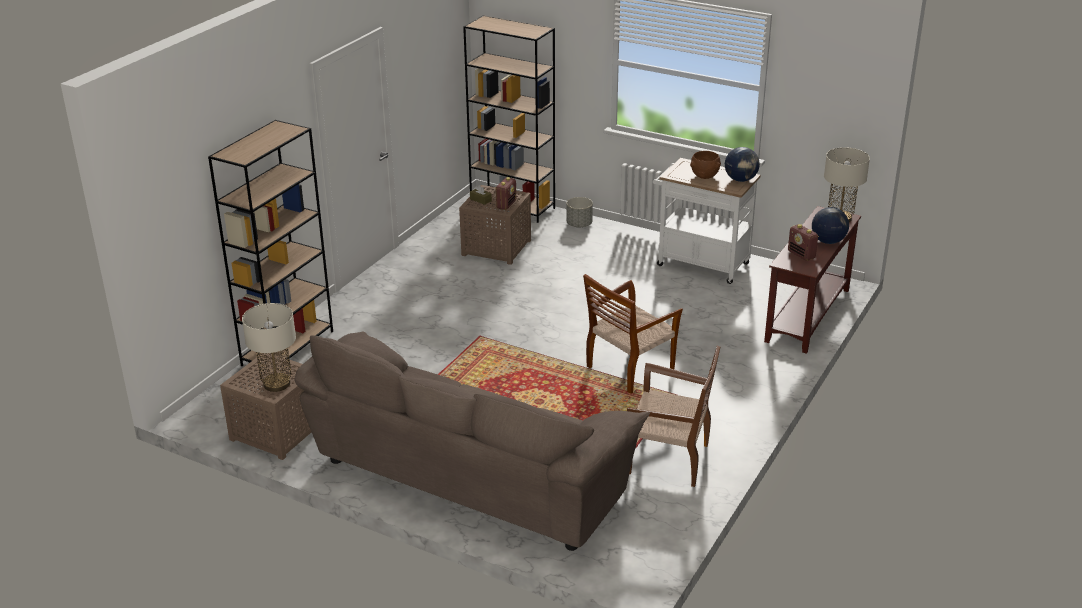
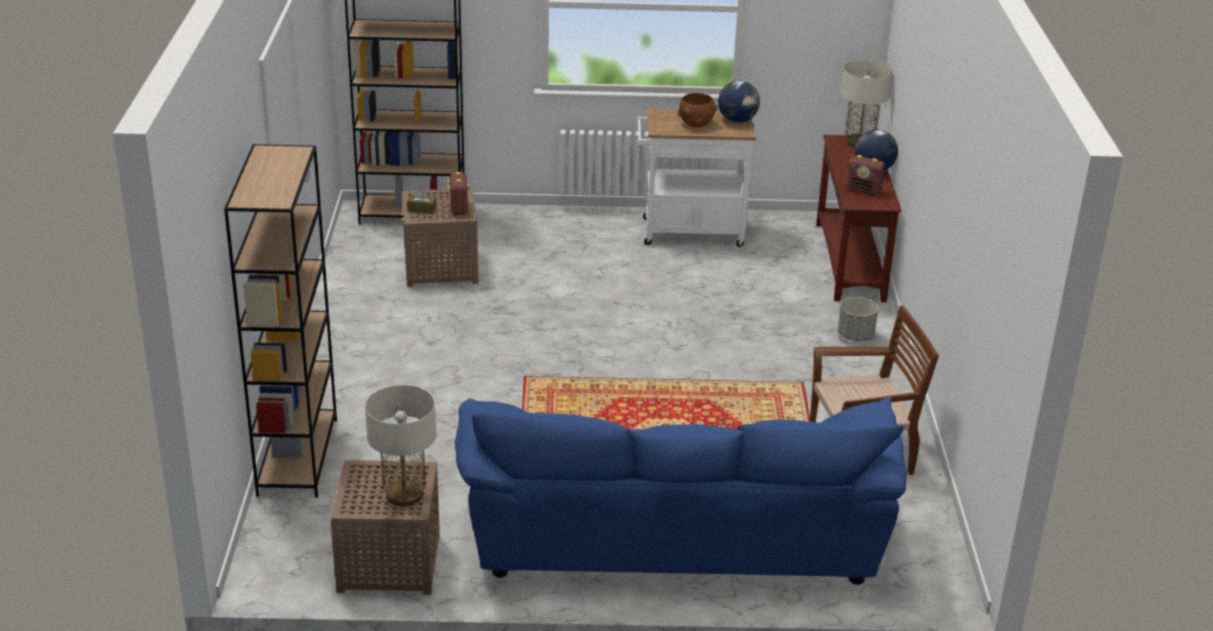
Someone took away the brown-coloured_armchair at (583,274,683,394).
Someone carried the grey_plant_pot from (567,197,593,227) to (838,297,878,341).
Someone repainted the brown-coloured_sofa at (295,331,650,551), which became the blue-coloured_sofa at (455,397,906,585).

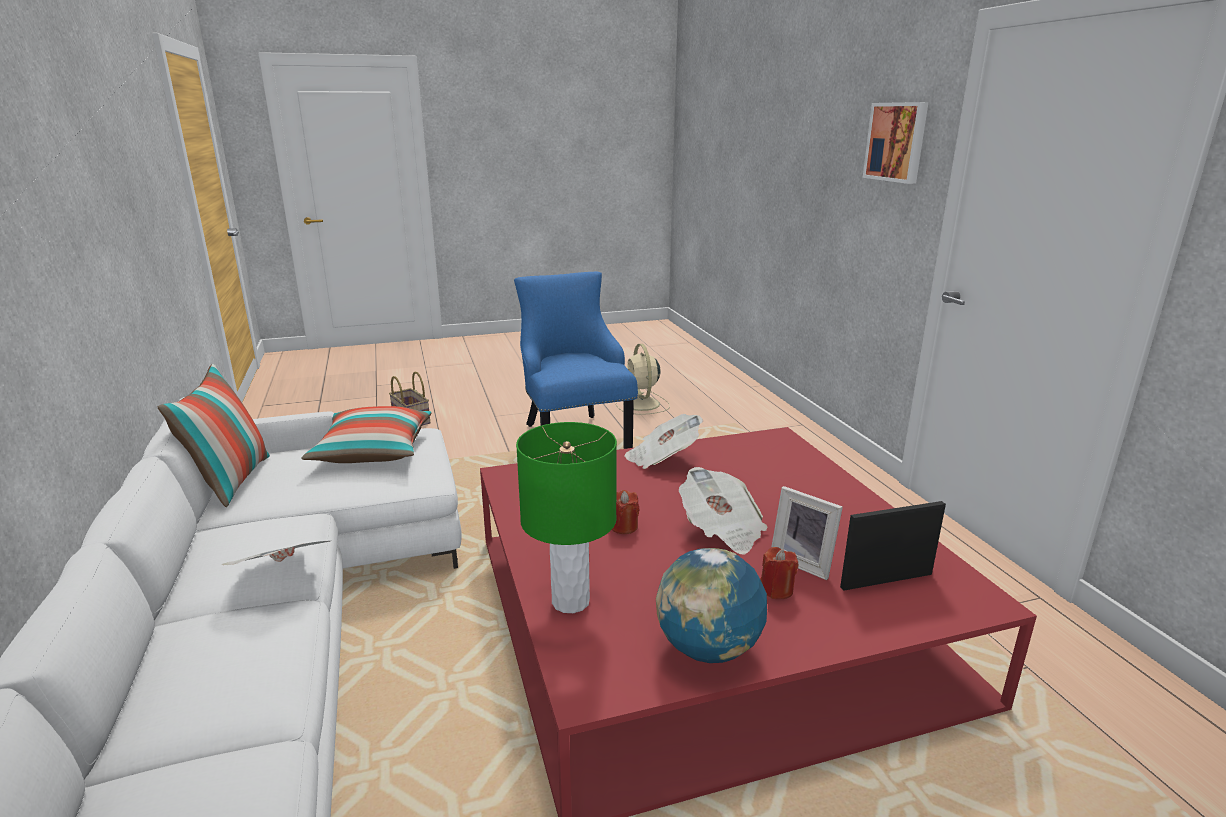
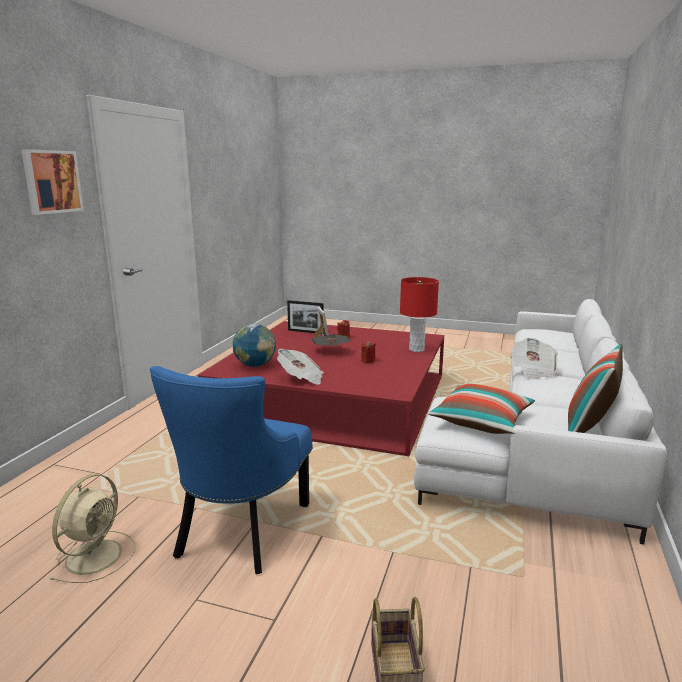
Someone carried the globe from (656,548,767,663) to (233,324,276,367).
Someone repainted the green-coloured_table_lamp at (516,422,617,613), which became the reddish_table_lamp at (400,277,439,352).

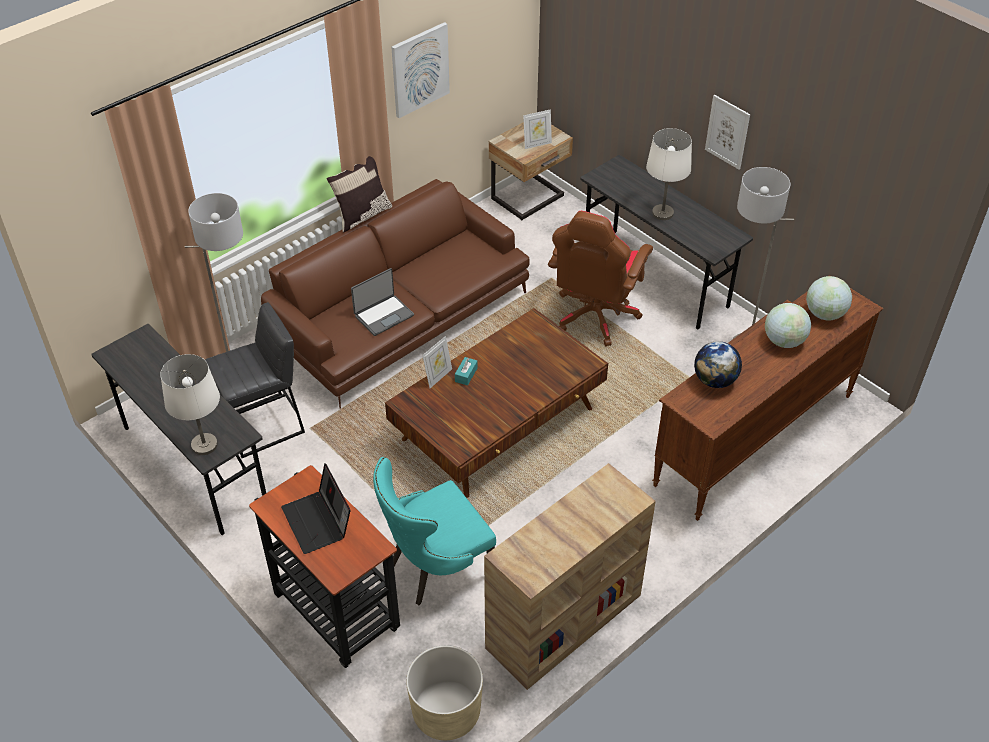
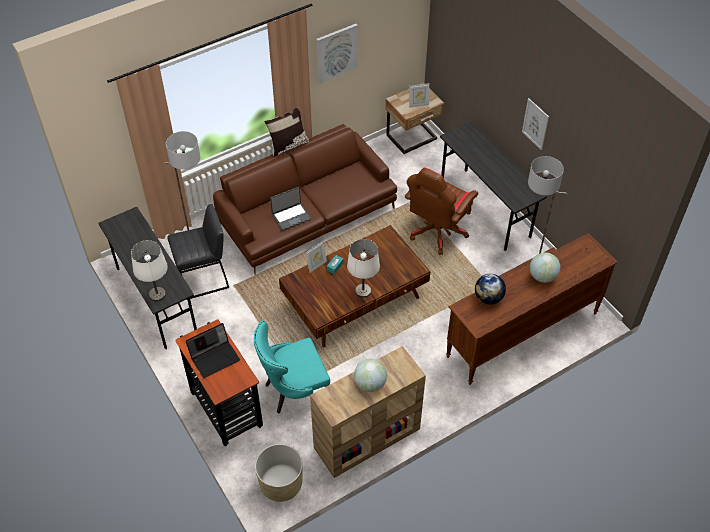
Someone carried the white-coloured_table_lamp from (646,128,692,220) to (347,239,380,298).
Someone carried the globe from (806,276,852,320) to (354,359,387,392).
Someone rotated the notebook_computer at (281,463,351,554) by 105 degrees counterclockwise.

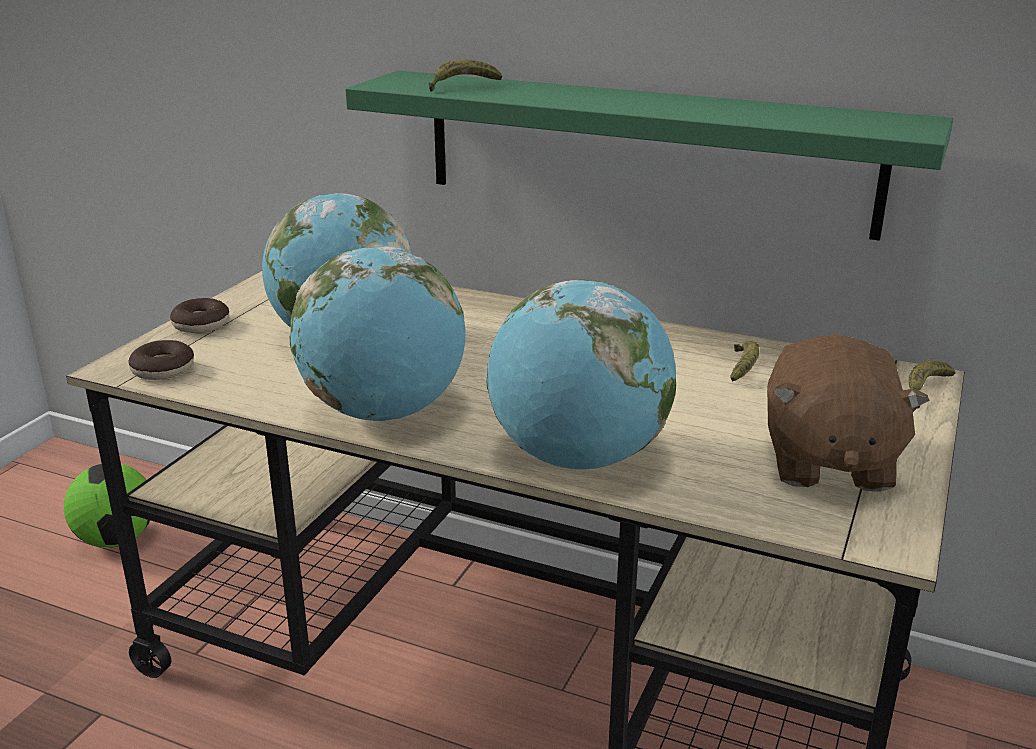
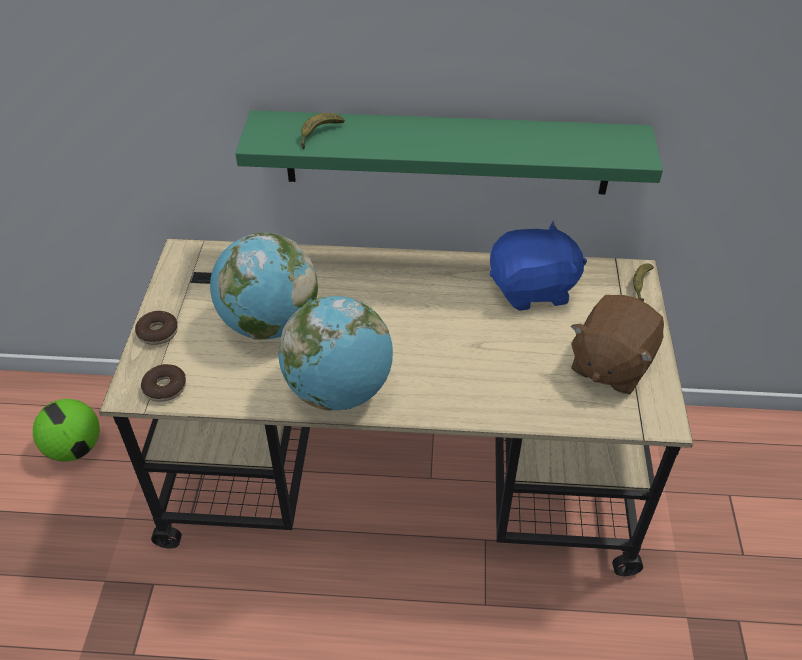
Someone took away the globe at (487,280,676,469).
Someone swapped the banana_fruit at (730,341,759,382) for the blue-coloured_cuddly_toy at (490,221,587,311).
Someone rotated the brown-coloured_cuddly_toy at (767,335,930,492) by 45 degrees clockwise.

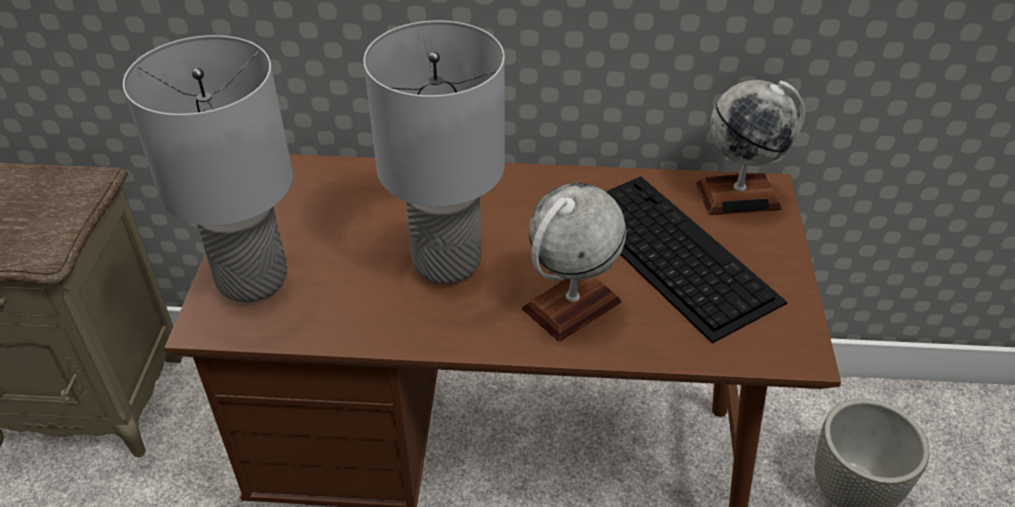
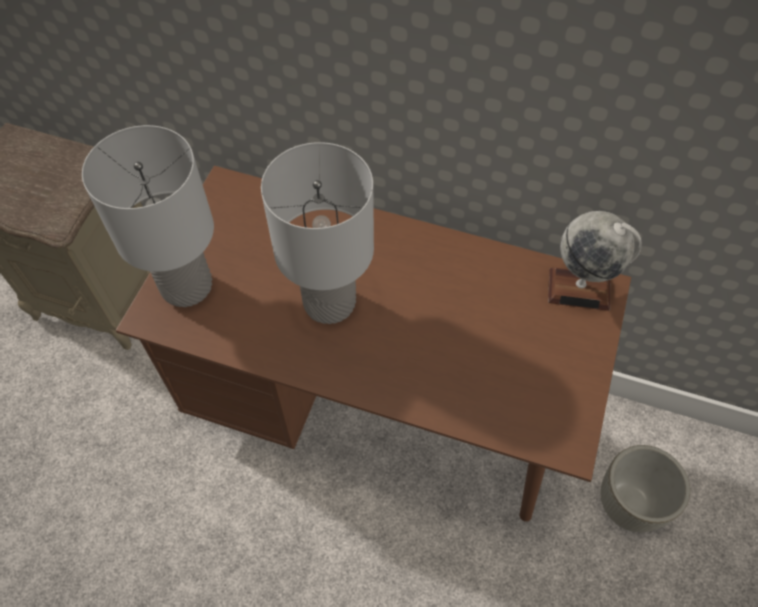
Someone took away the globe at (522,183,626,341).
Someone took away the PC_keyboard at (605,176,787,344).

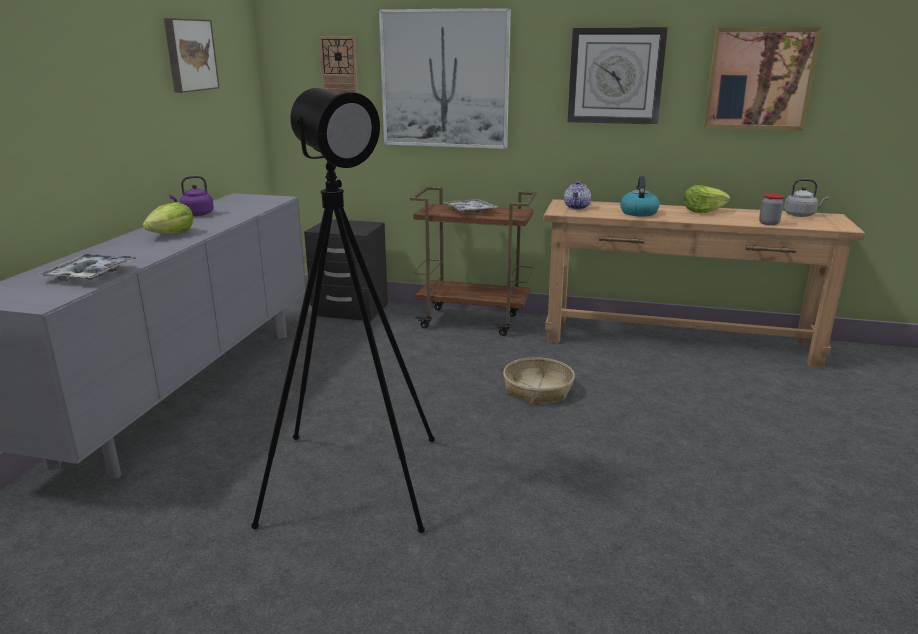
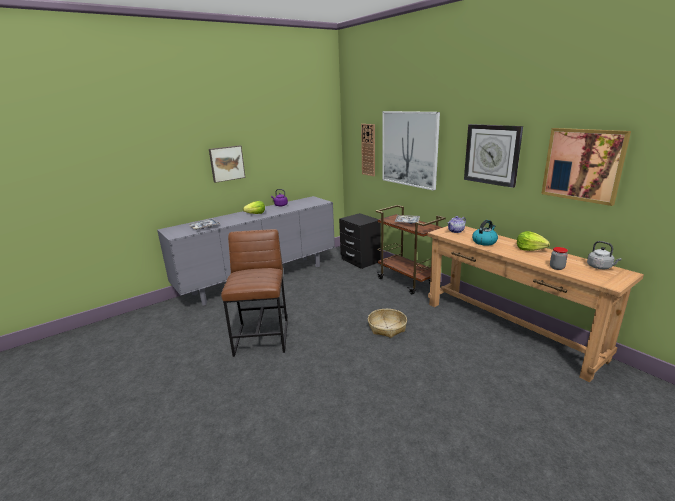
Someone carried the wall_art from (164,18,220,93) to (209,145,246,183).
Someone swapped the black-coloured_floor_lamp at (251,88,435,533) for the brown-coloured_upright_chair at (221,229,288,357).

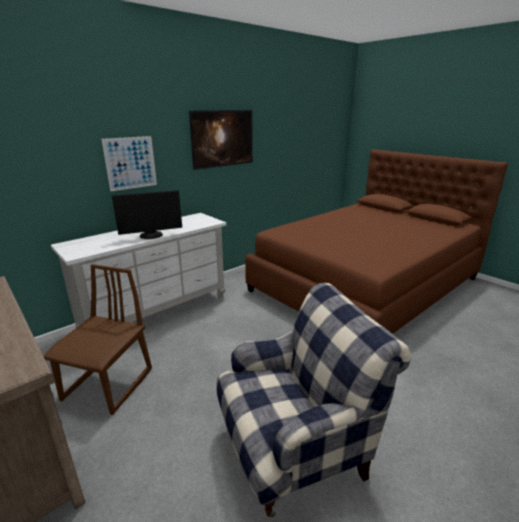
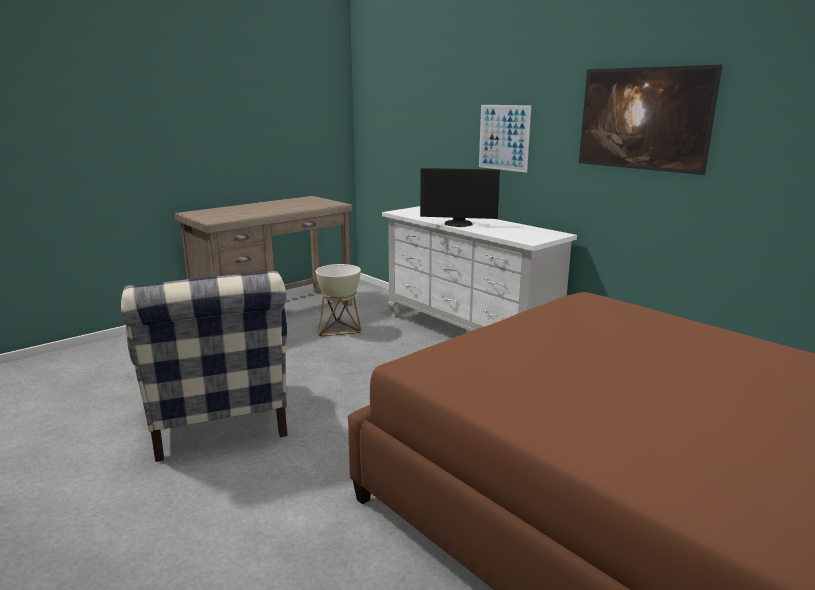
Someone swapped the brown-coloured_upright_chair at (43,264,152,415) for the plant_pot at (316,264,361,336).
Someone rotated the computer_screen at (112,190,182,239) by 60 degrees counterclockwise.

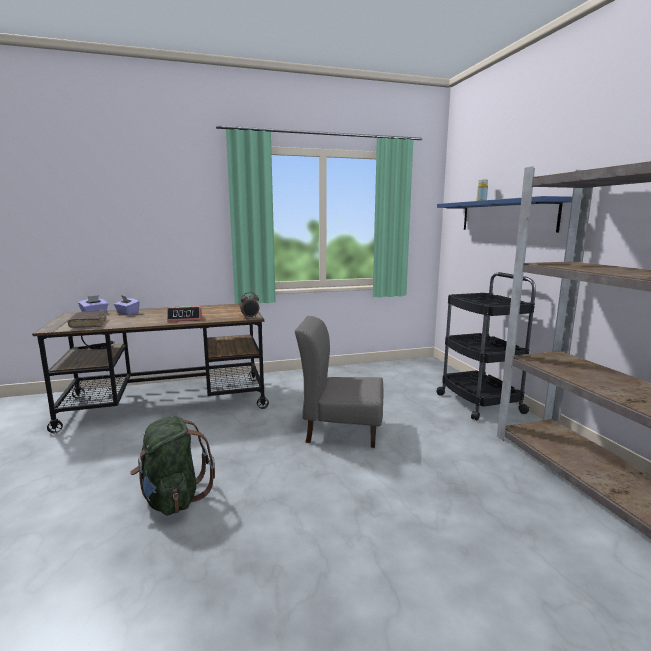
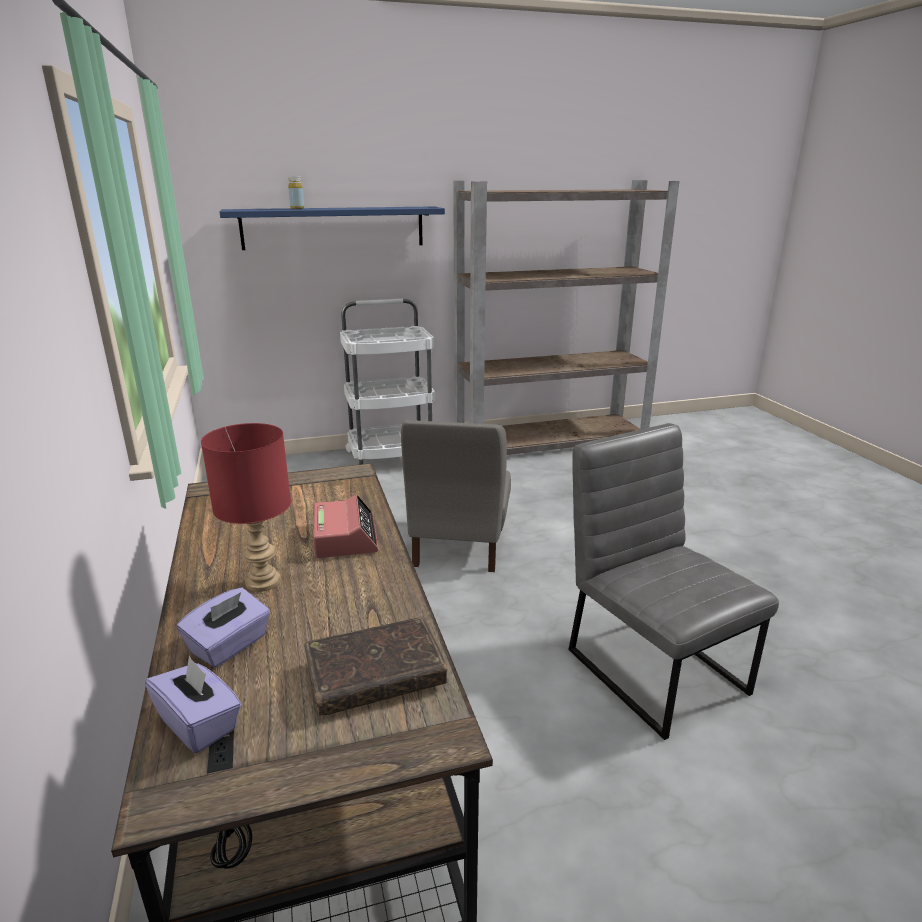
Someone took away the alarm_clock at (240,292,259,318).
Someone put down the reddish_table_lamp at (201,423,291,592).
Someone swapped the green-coloured_rucksack at (130,416,215,515) for the grey_upright_chair at (568,423,779,740).
Someone repainted the black-coloured_cart at (436,272,536,420), which became the white-coloured_cart at (340,299,435,465).

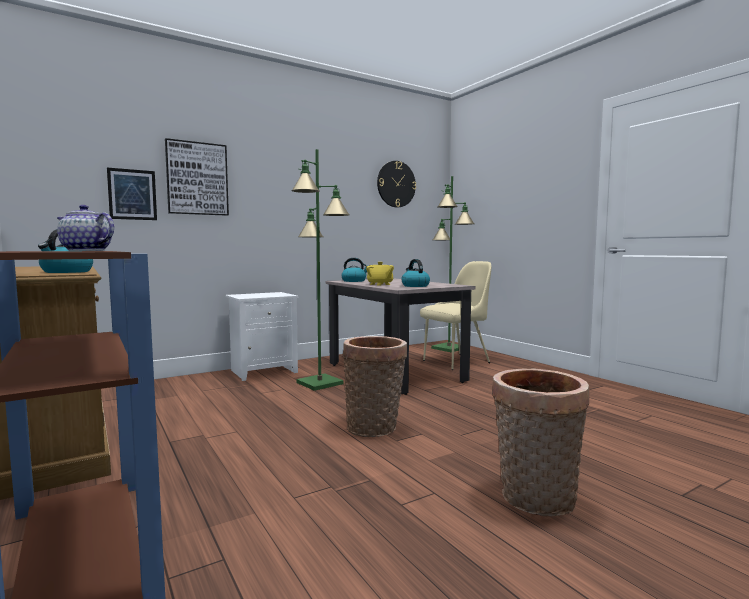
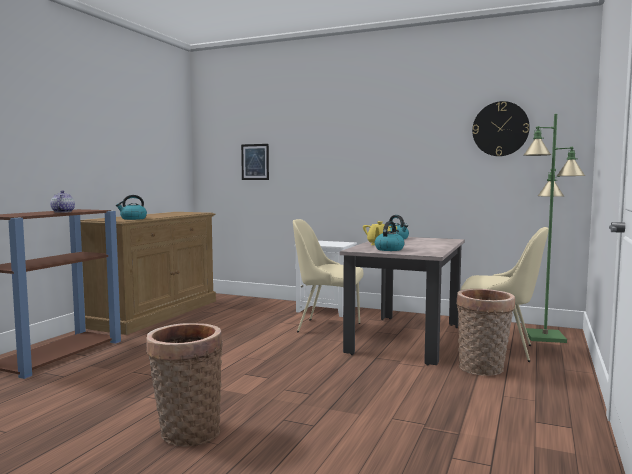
Someone took away the wall_art at (165,138,229,216).
Someone carried the household_basket from (343,336,407,437) to (456,289,515,376).
Someone swapped the green-coloured_floor_lamp at (291,149,350,391) for the sand-coloured_upright_chair at (293,219,363,332).

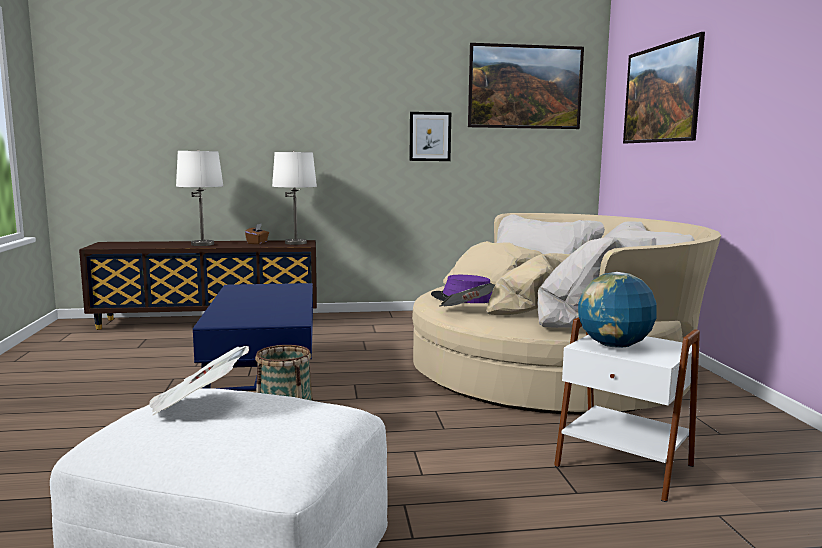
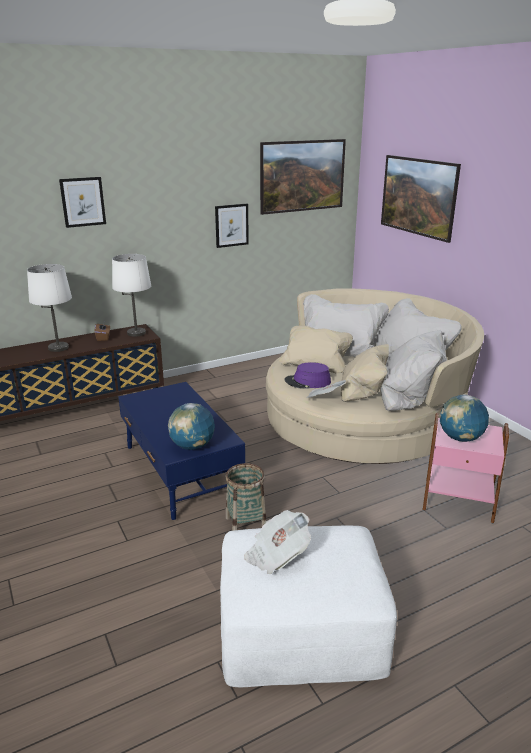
Someone put up the wall_art at (59,177,106,228).
Someone put down the globe at (168,403,215,450).
Someone repainted the white-coloured_side_table at (554,317,700,502), which became the pink_side_table at (423,413,509,524).

